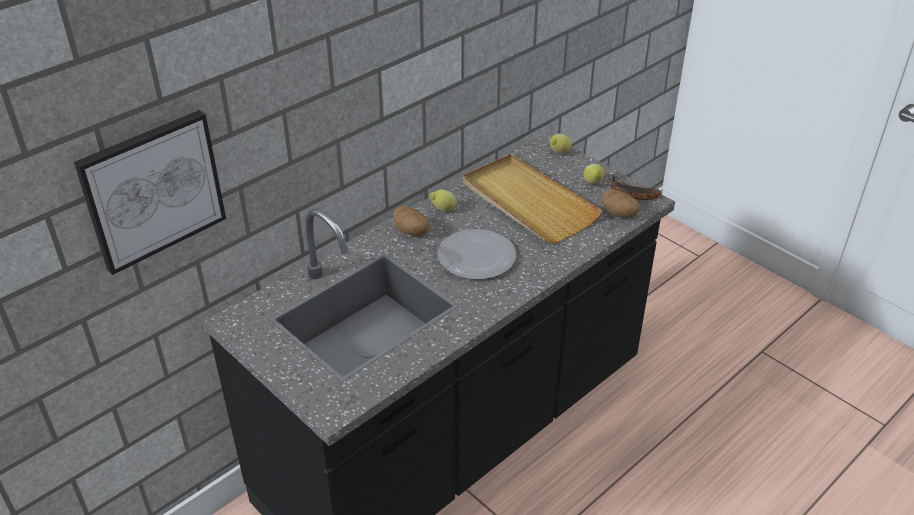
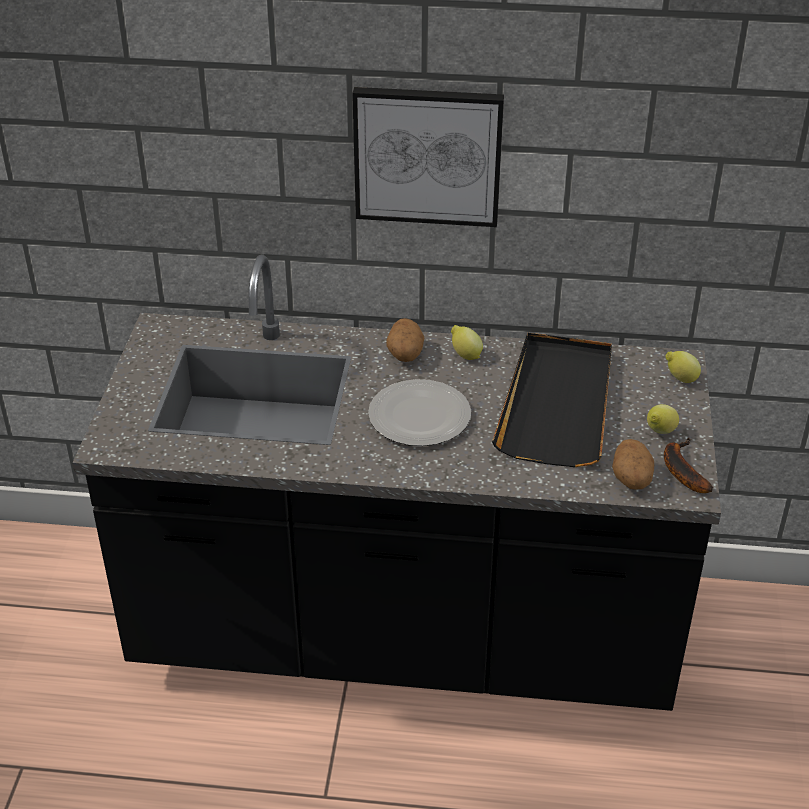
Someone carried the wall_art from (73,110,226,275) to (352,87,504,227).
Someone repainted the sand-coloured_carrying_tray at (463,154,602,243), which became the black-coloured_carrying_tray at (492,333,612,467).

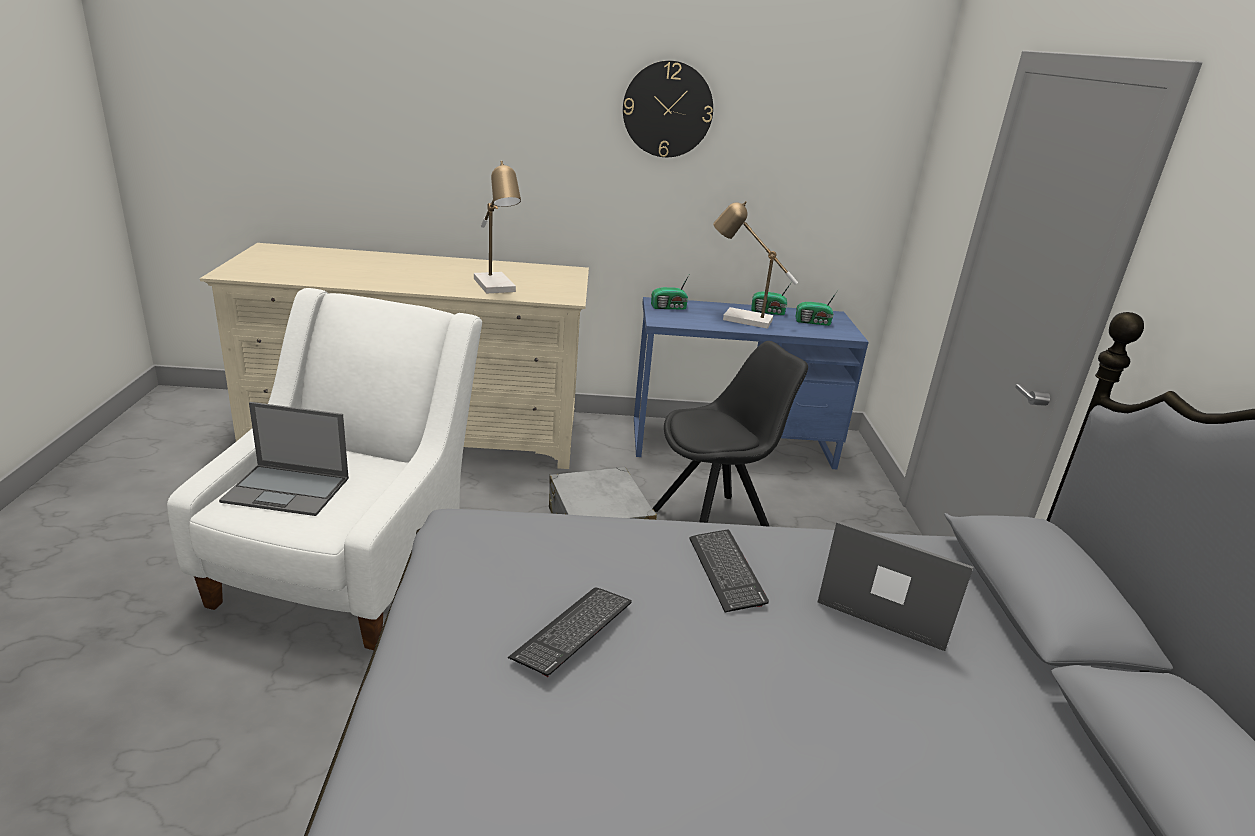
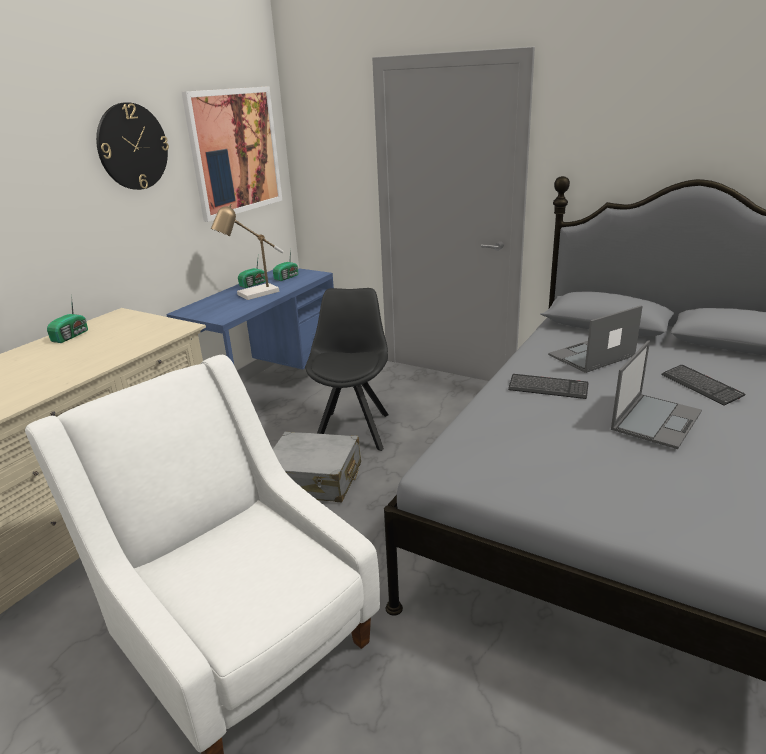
Someone took away the table_lamp at (474,161,521,293).
Someone put up the wall_art at (182,86,282,222).
Someone carried the notebook_computer from (219,402,349,516) to (611,340,702,449).
Someone carried the PC_keyboard from (508,587,632,677) to (661,365,745,406).
Someone carried the radio_receiver from (651,273,690,310) to (47,295,88,343).

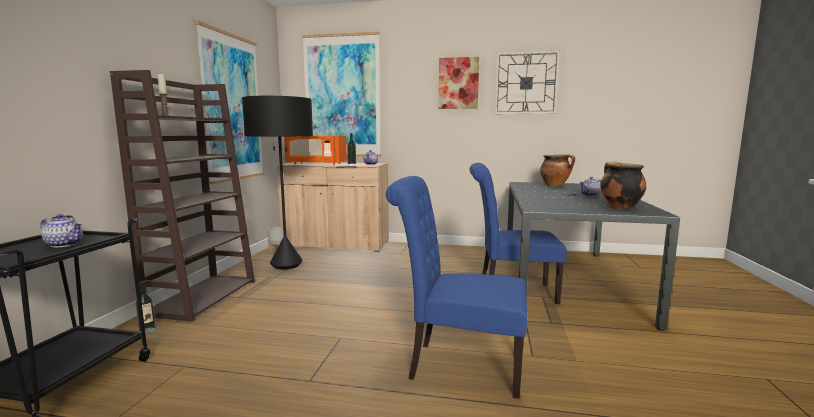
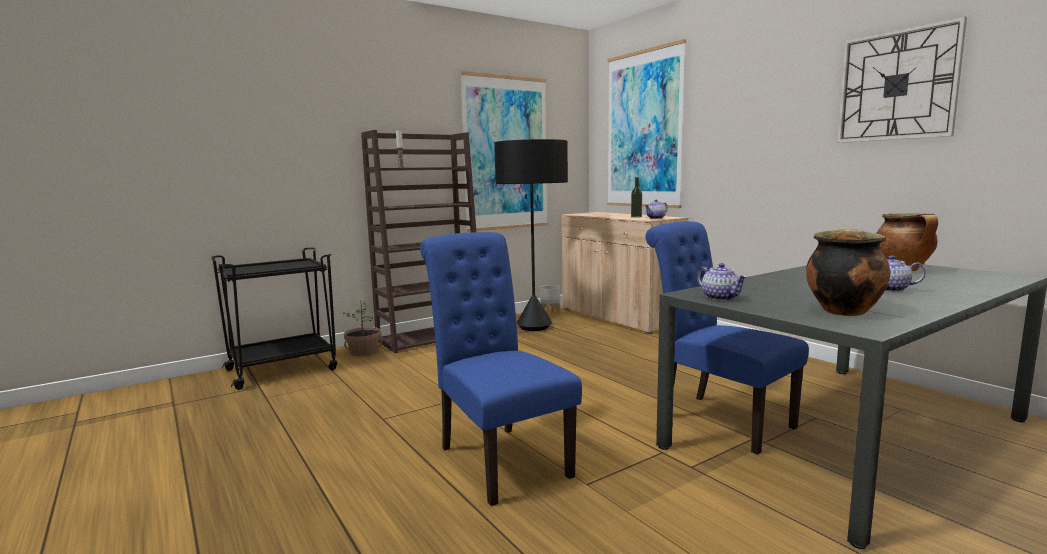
Someone took away the orange-coloured_kitchen_microwave at (284,135,347,165).
Someone took away the wall_art at (439,57,479,109).
Someone carried the teapot from (41,214,83,247) to (697,263,747,301).
Someone swapped the beverage_bottle at (136,281,156,334) for the houseplant at (342,300,382,356).

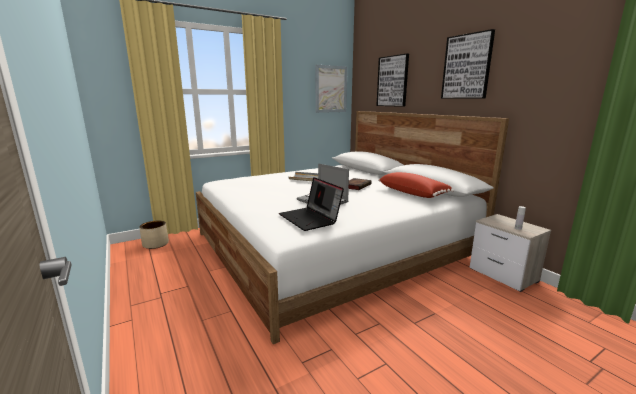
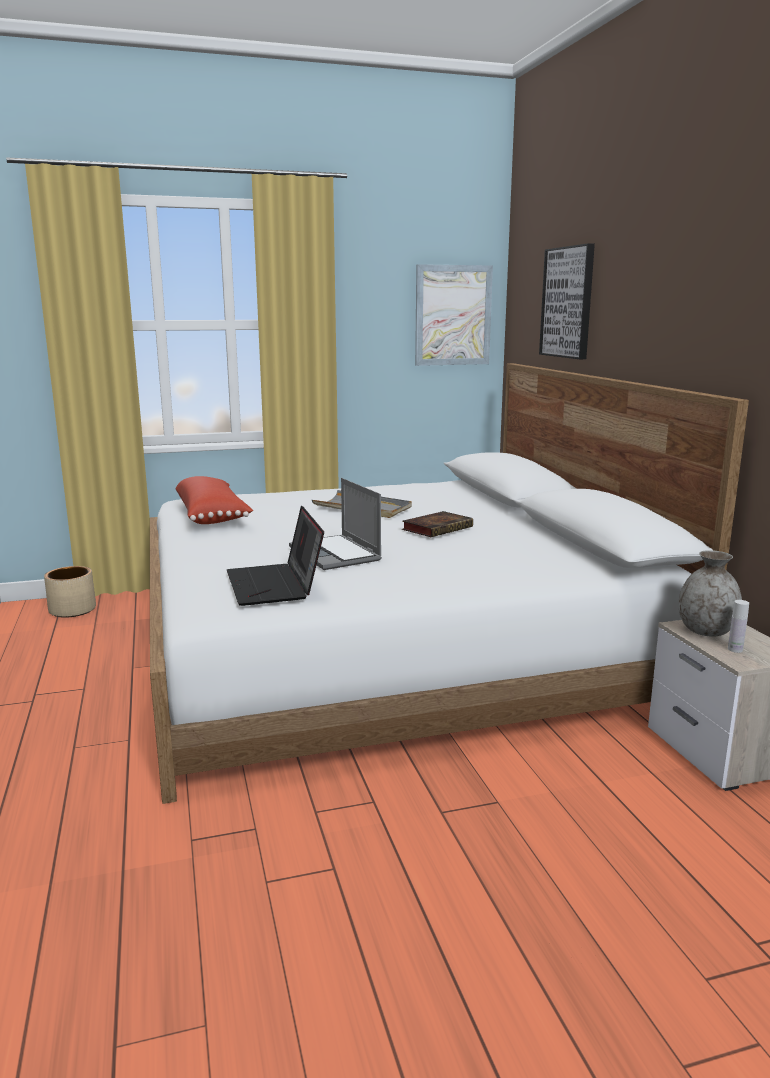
Someone took away the wall_art at (441,29,495,99).
Someone put down the grey_flower_vase at (679,550,742,637).
Someone carried the reddish_throw_pillow from (378,172,454,198) to (175,476,253,524).

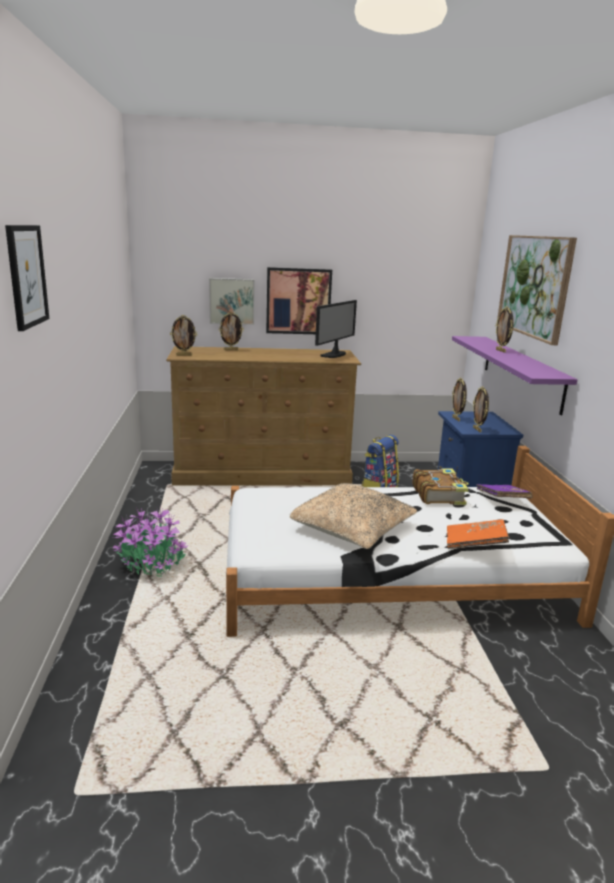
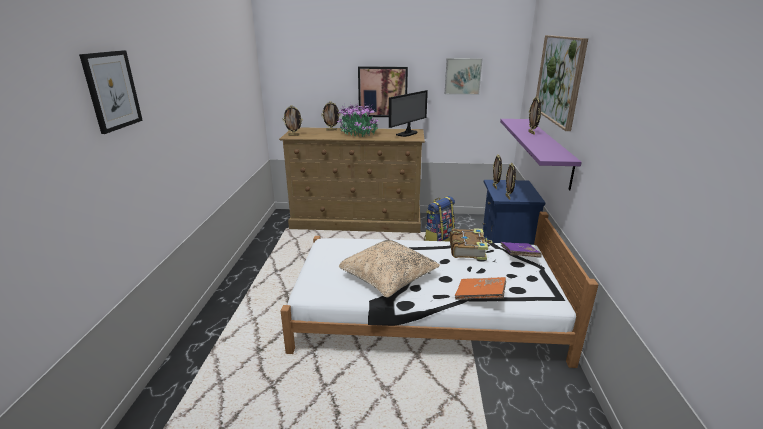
Someone carried the houseplant from (113,507,188,577) to (337,103,379,138).
Someone carried the wall_art from (209,278,255,325) to (445,58,483,95).

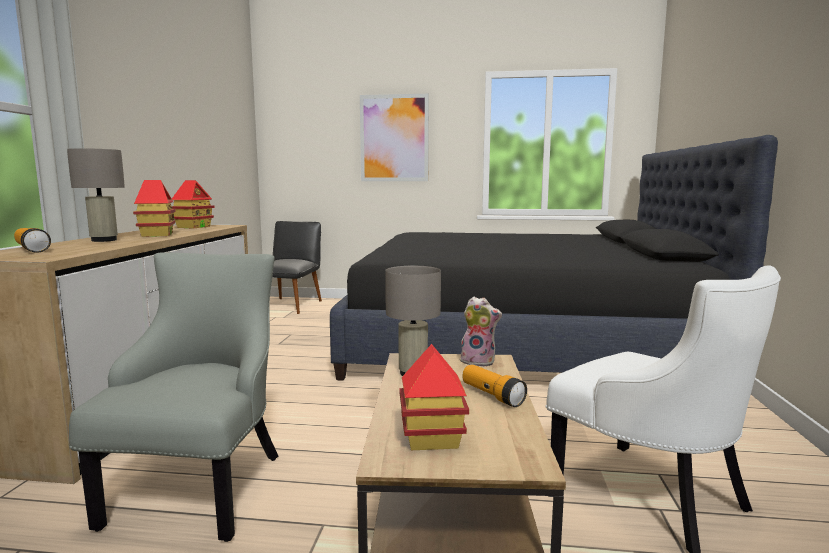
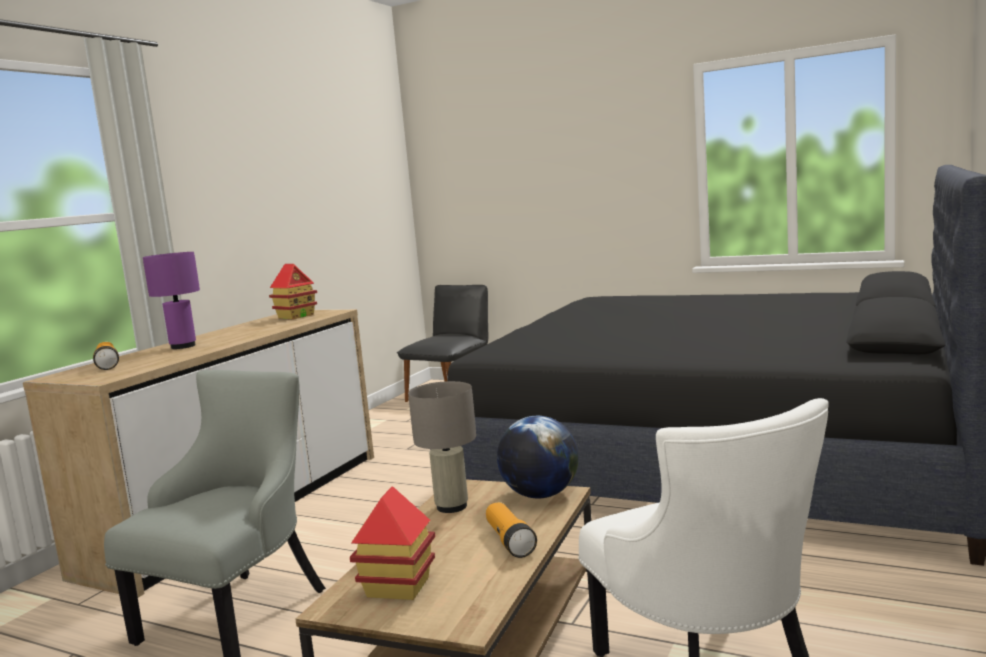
Someone took away the model_house at (133,180,176,237).
Someone took away the wall_art at (360,94,429,181).
Someone swapped the cuddly_toy at (460,297,502,367) for the globe at (497,416,579,499).
Someone repainted the grey_table_lamp at (67,148,125,242), which became the purplish_table_lamp at (143,252,200,349).

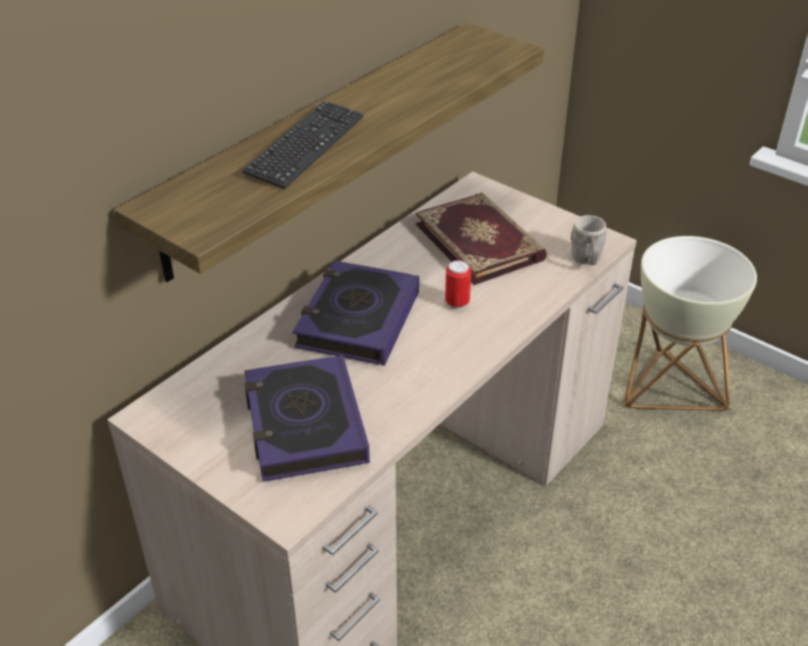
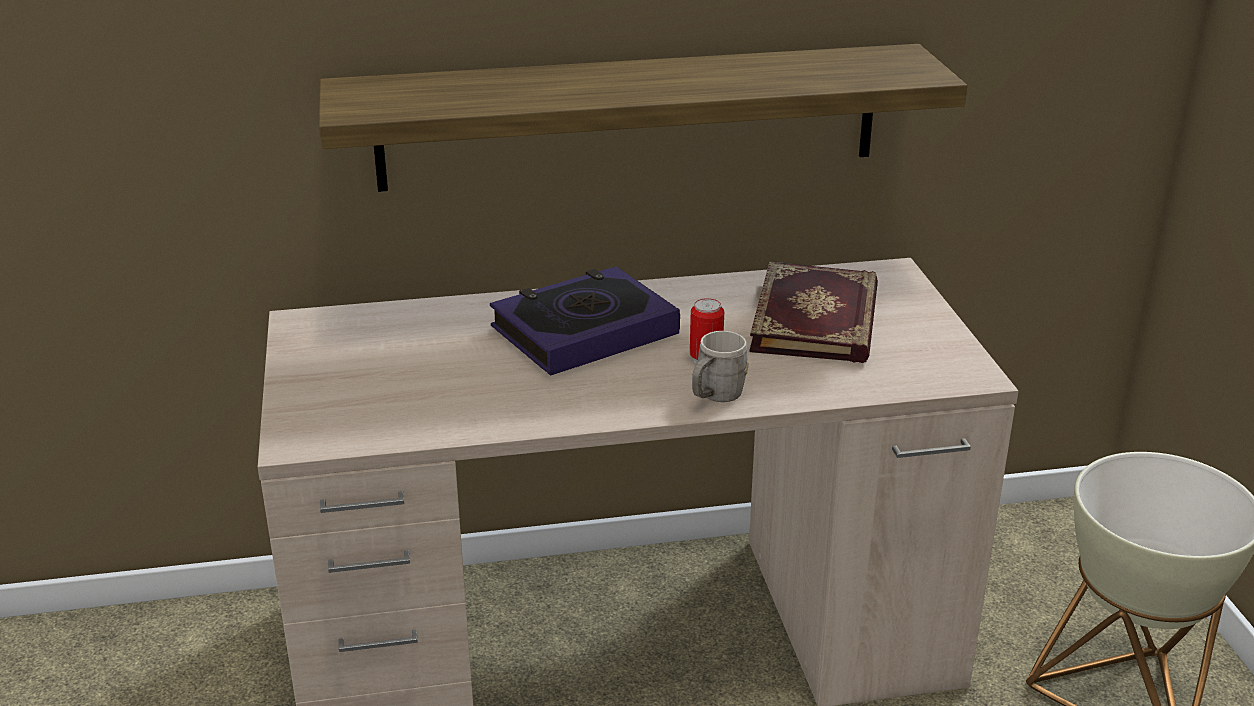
Someone took away the PC_keyboard at (242,101,363,189).
Someone took away the volume at (244,355,370,482).
Someone carried the grey_coffee_mug from (570,215,606,265) to (692,331,749,402).

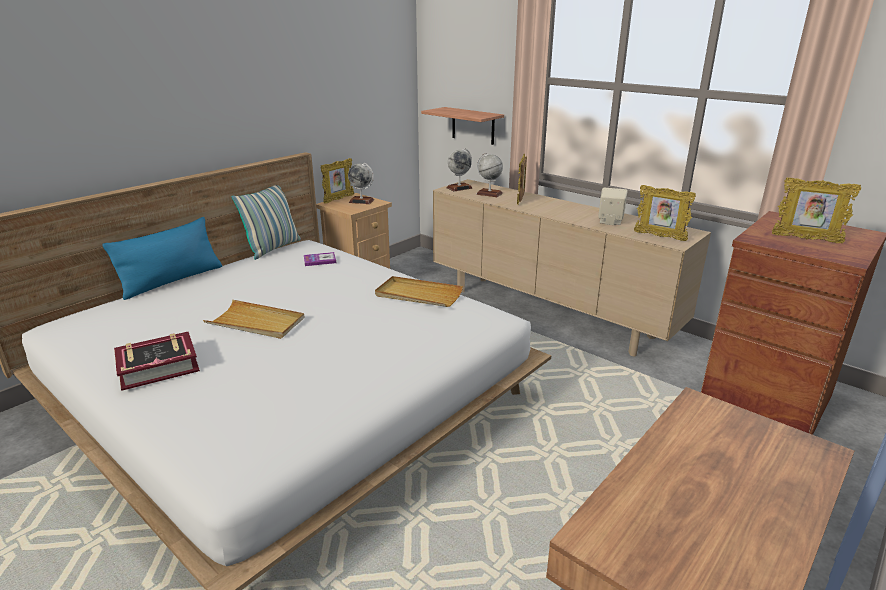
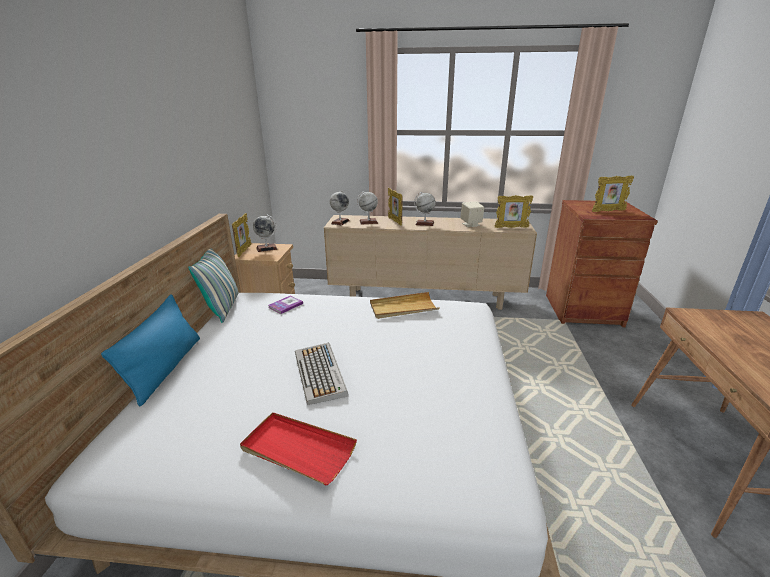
Someone took away the shelf at (421,107,504,145).
Someone put down the globe at (414,192,435,226).
Someone swapped the volume at (114,332,200,391) for the reddish_carrying_tray at (240,412,357,485).
Someone swapped the sand-coloured_carrying_tray at (203,300,304,339) for the PC_keyboard at (295,343,348,405).

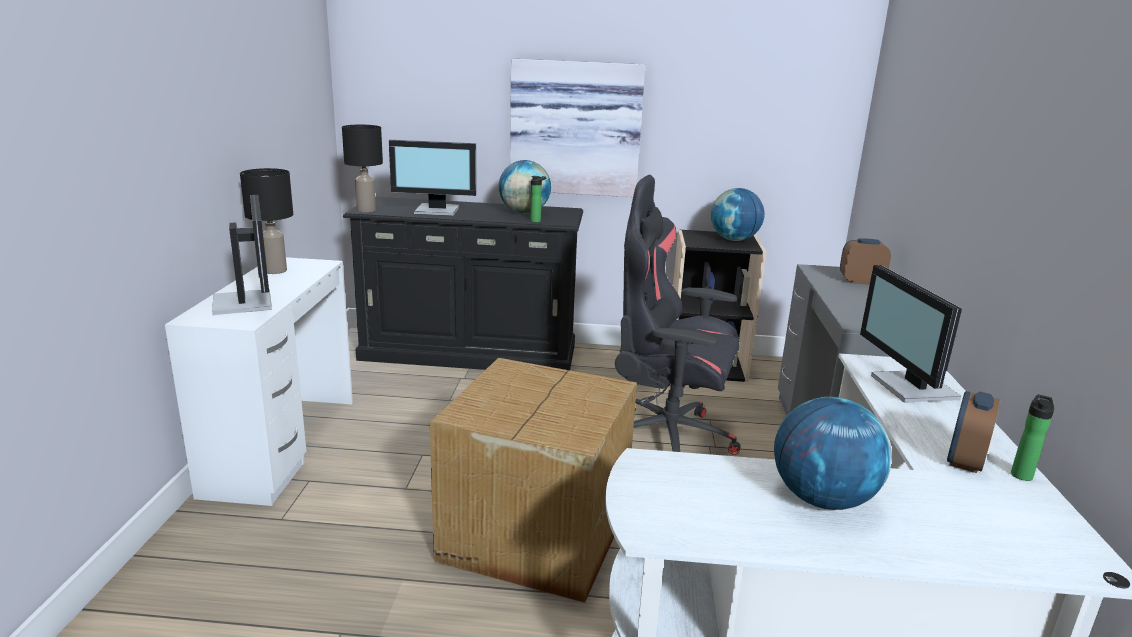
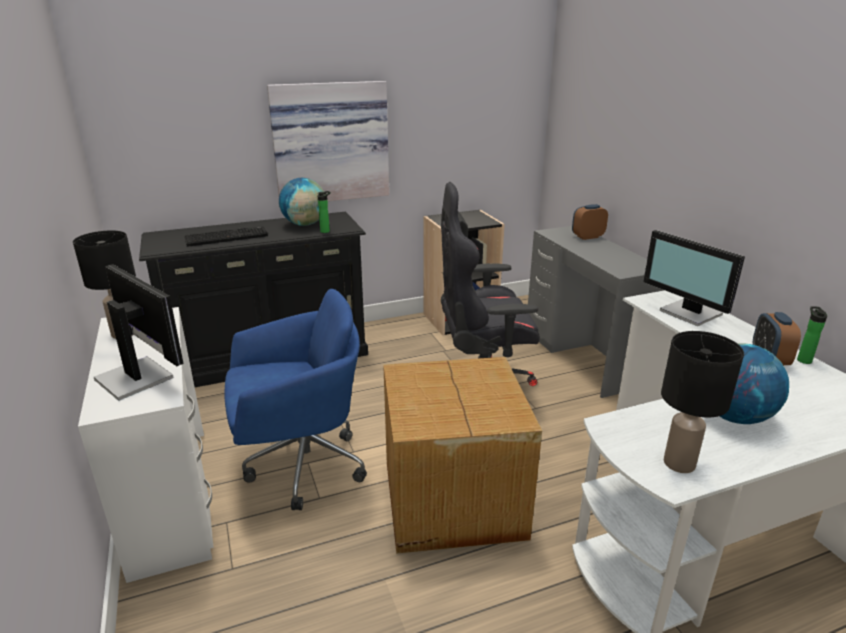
Someone took away the globe at (711,188,765,241).
Someone put down the blue-coloured_computer_chair at (225,289,367,510).
Someone carried the black-coloured_table_lamp from (342,125,383,212) to (661,331,744,473).
Someone swapped the computer_screen at (389,140,476,216) for the PC_keyboard at (184,226,268,247).

